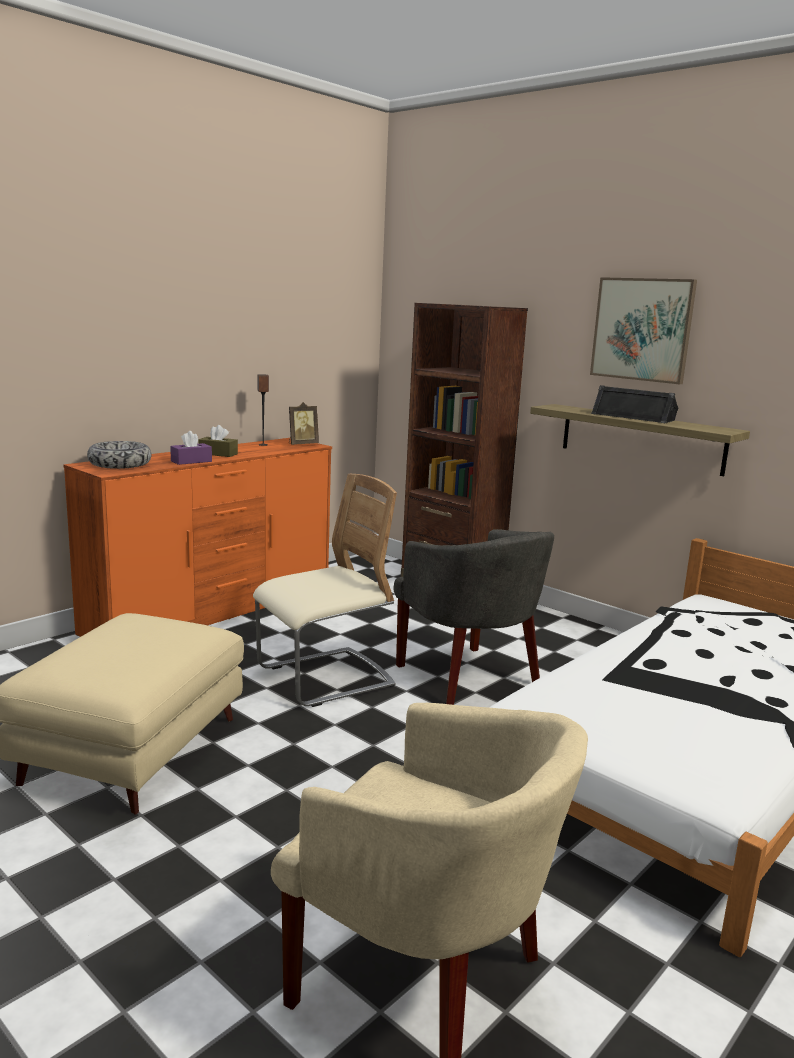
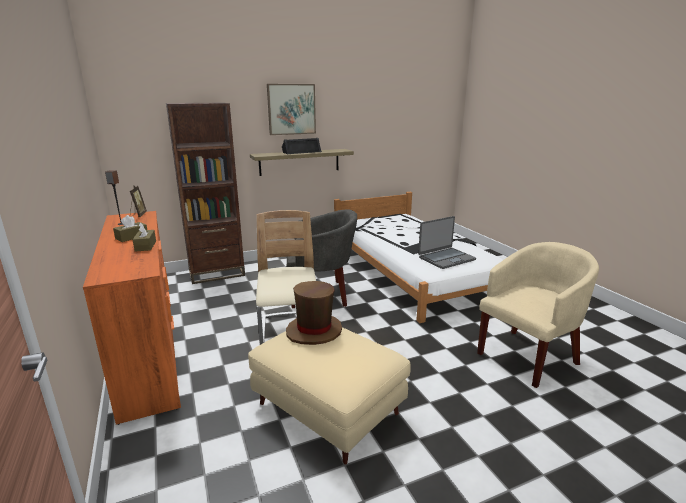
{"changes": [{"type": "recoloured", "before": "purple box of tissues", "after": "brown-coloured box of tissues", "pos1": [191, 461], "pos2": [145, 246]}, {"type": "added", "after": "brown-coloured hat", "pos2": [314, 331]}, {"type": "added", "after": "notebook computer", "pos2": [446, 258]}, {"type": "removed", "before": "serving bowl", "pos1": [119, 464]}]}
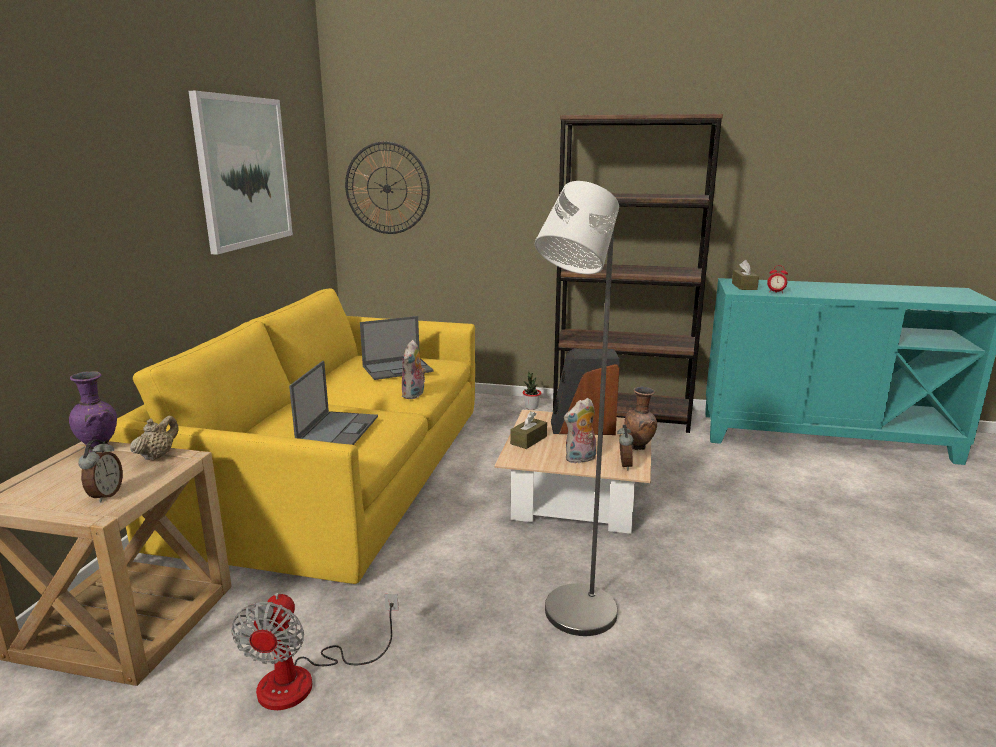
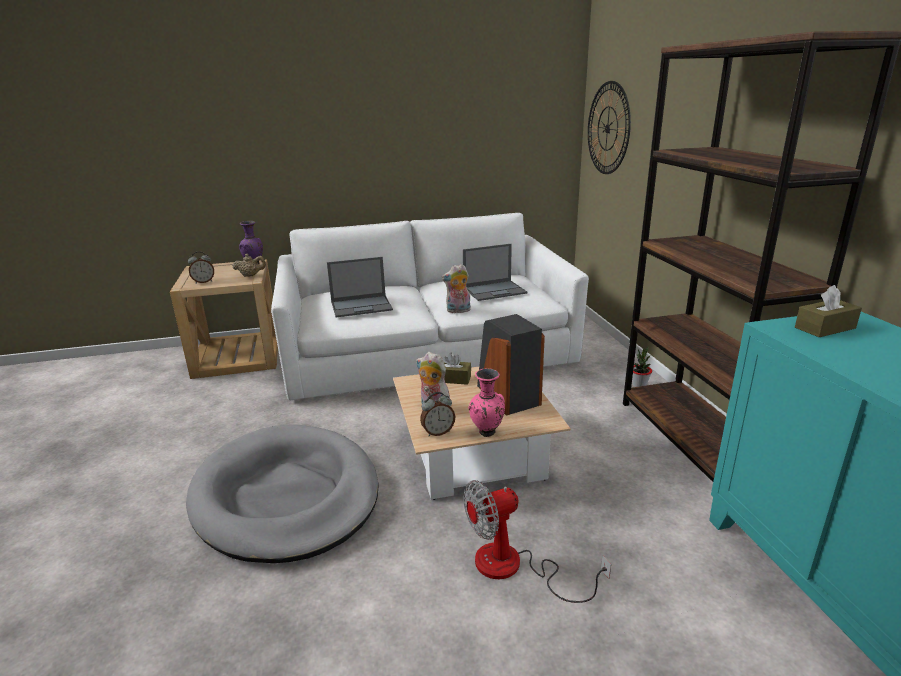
{"changes": [{"type": "replaced", "before": "grey standard lamp", "after": "grey pet bed", "pos1": [573, 619], "pos2": [287, 496]}, {"type": "recoloured", "before": "yellow settee", "after": "whitish settee", "pos1": [338, 471], "pos2": [426, 349]}, {"type": "turned", "before": "notebook computer", "pos1": [398, 369], "pos2": [495, 290], "turn": -60}, {"type": "moved", "before": "cooling fan", "pos1": [305, 679], "pos2": [514, 568]}, {"type": "recoloured", "before": "brown-coloured flower vase", "after": "pinkish flower vase", "pos1": [639, 448], "pos2": [487, 433]}, {"type": "removed", "before": "picture", "pos1": [244, 172]}, {"type": "removed", "before": "table clock", "pos1": [776, 292]}]}
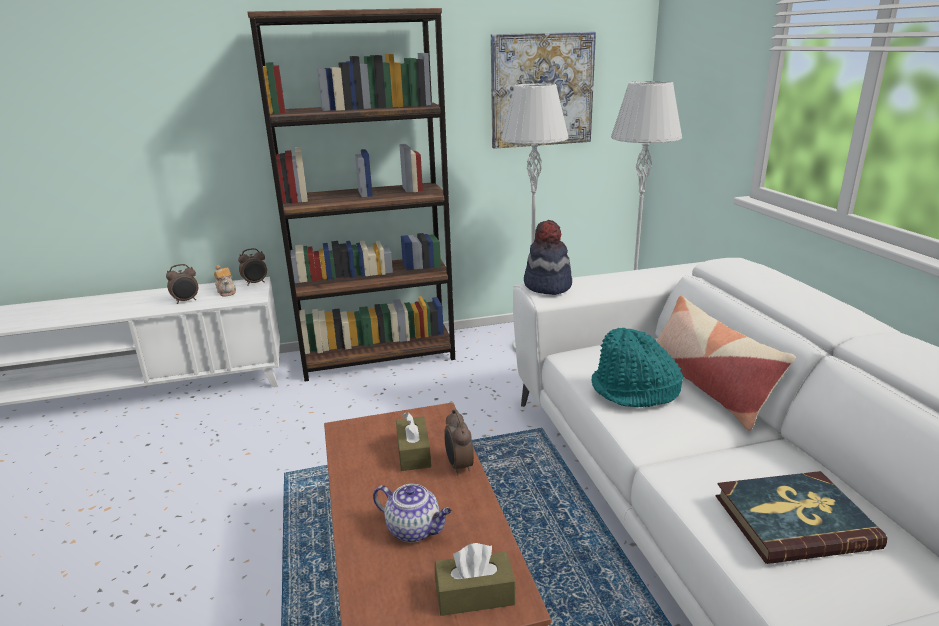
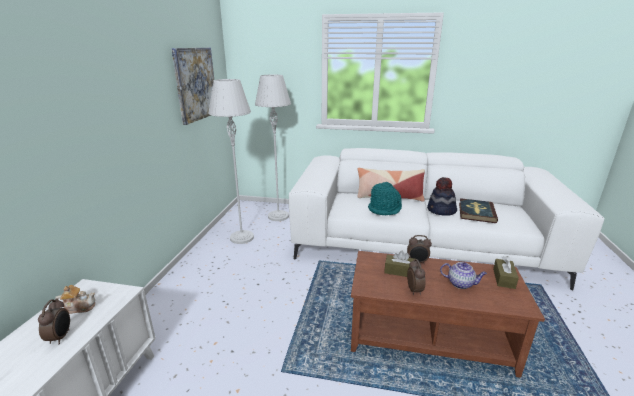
{"changes": [{"type": "moved", "before": "table clock", "pos1": [255, 283], "pos2": [414, 290]}, {"type": "moved", "before": "hat", "pos1": [547, 286], "pos2": [441, 211]}, {"type": "turned", "before": "teapot", "pos1": [415, 529], "pos2": [461, 283], "turn": 60}, {"type": "removed", "before": "brown-coloured shelving unit", "pos1": [378, 356]}]}
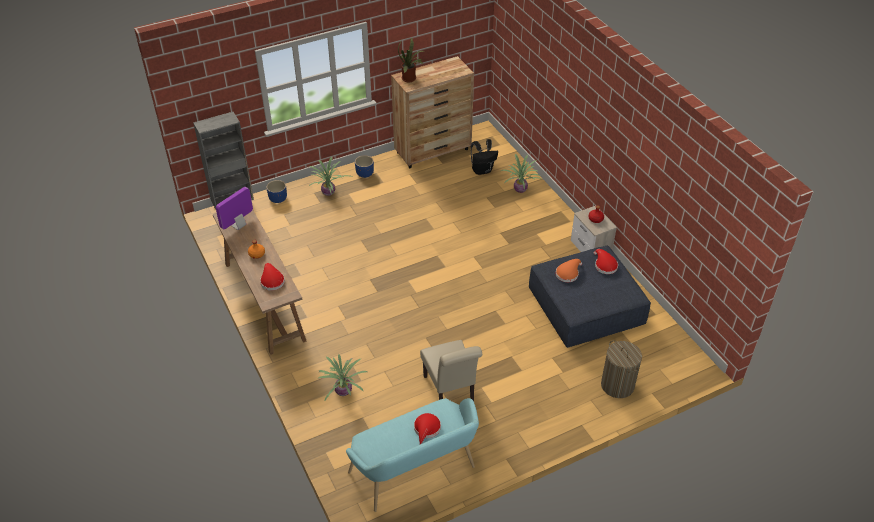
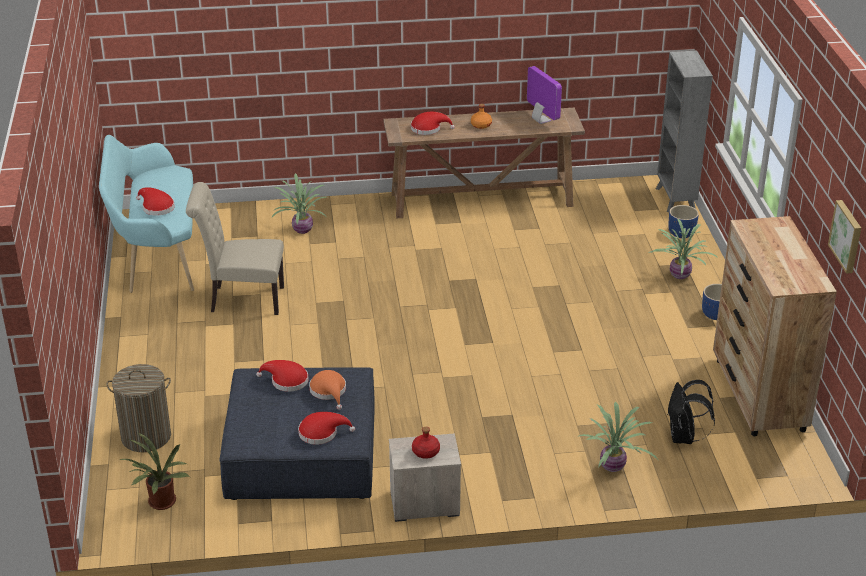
{"changes": [{"type": "moved", "before": "potted plant", "pos1": [410, 79], "pos2": [160, 503]}, {"type": "added", "after": "reddish hat", "pos2": [286, 381]}, {"type": "added", "after": "picture", "pos2": [847, 236]}]}
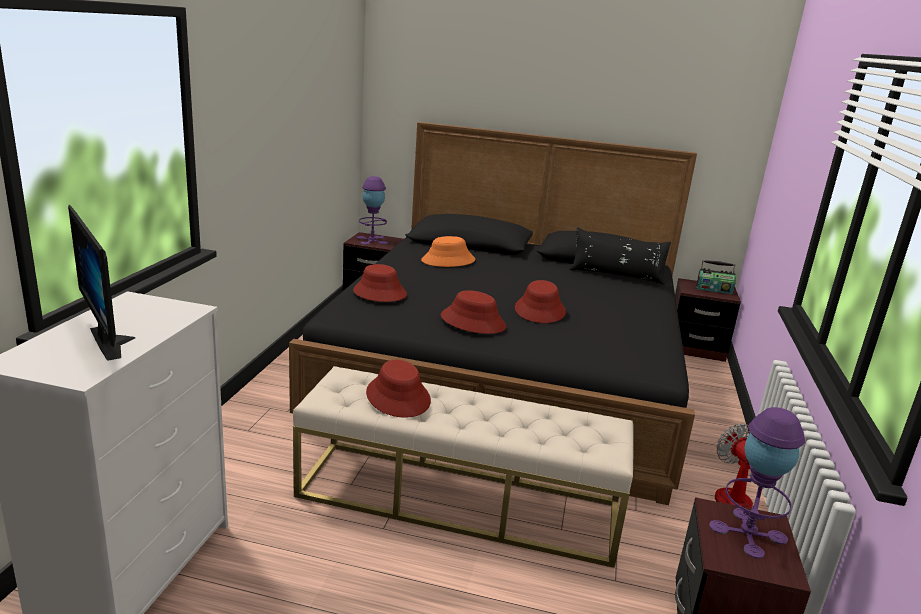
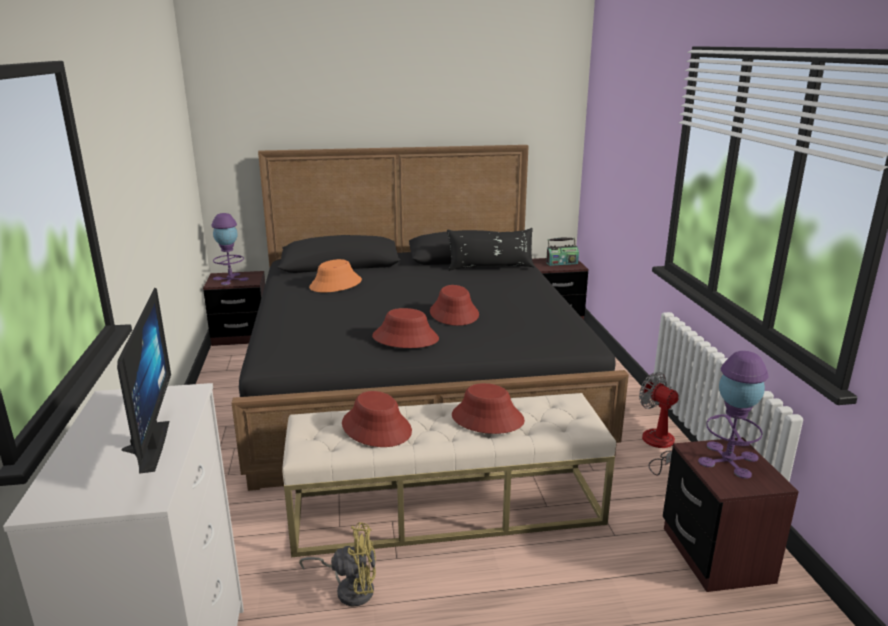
{"changes": [{"type": "turned", "before": "monitor", "pos1": [116, 340], "pos2": [143, 447], "turn": -135}, {"type": "added", "after": "yellow cooling fan", "pos2": [350, 588]}, {"type": "moved", "before": "reddish hat", "pos1": [379, 293], "pos2": [487, 418]}]}
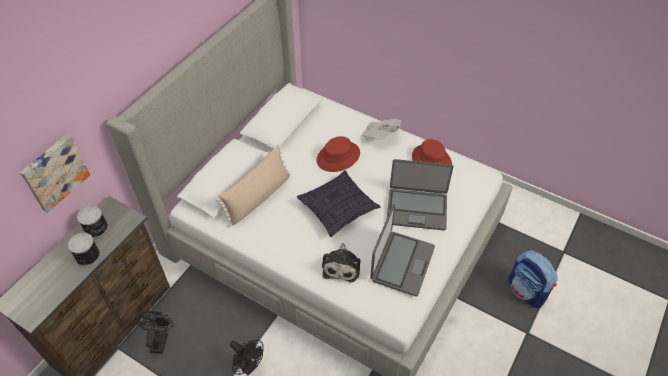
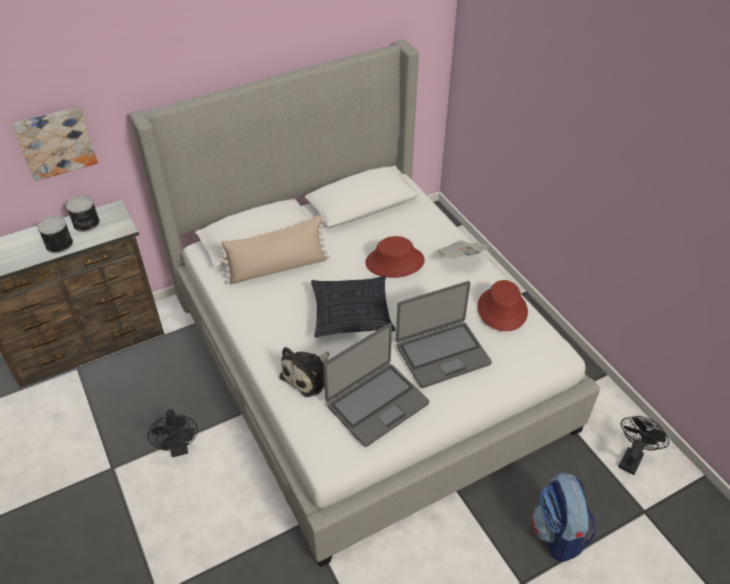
{"changes": [{"type": "turned", "before": "notebook computer", "pos1": [416, 209], "pos2": [442, 354], "turn": -60}, {"type": "moved", "before": "black cooling fan", "pos1": [159, 339], "pos2": [631, 457]}]}
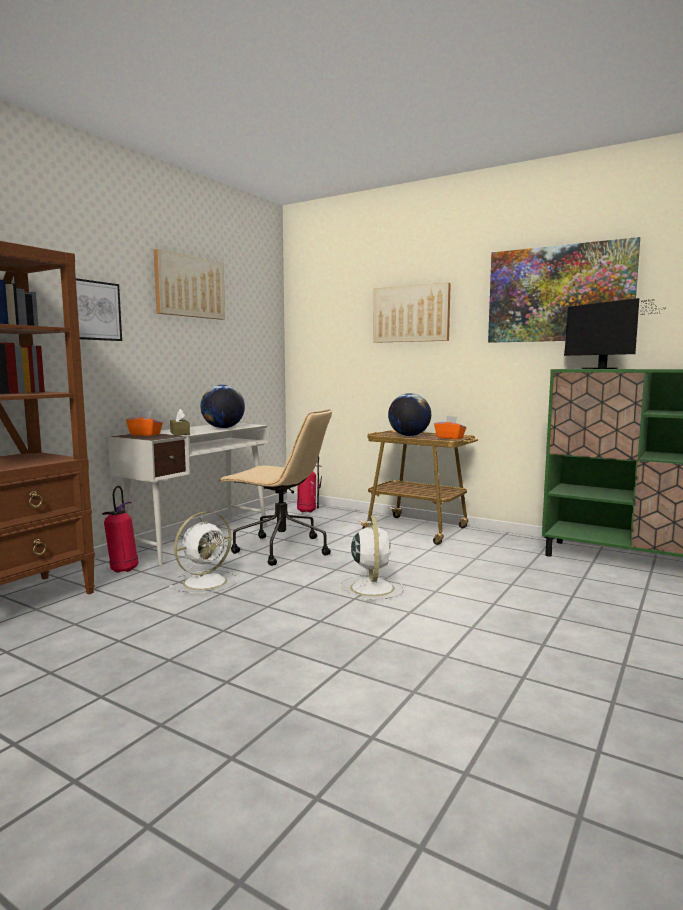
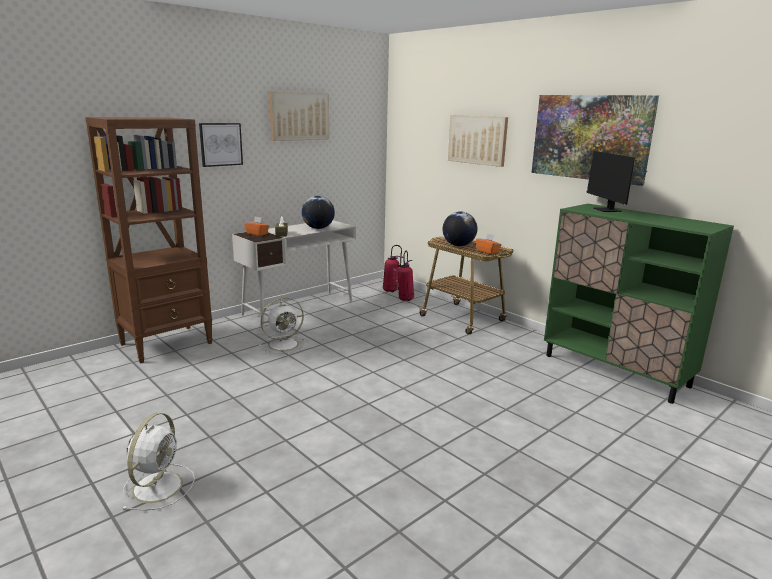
{"changes": [{"type": "moved", "before": "whitish cooling fan", "pos1": [372, 587], "pos2": [159, 485]}, {"type": "moved", "before": "fire-fighting cylinder", "pos1": [123, 570], "pos2": [405, 299]}, {"type": "removed", "before": "beige computer chair", "pos1": [280, 549]}]}
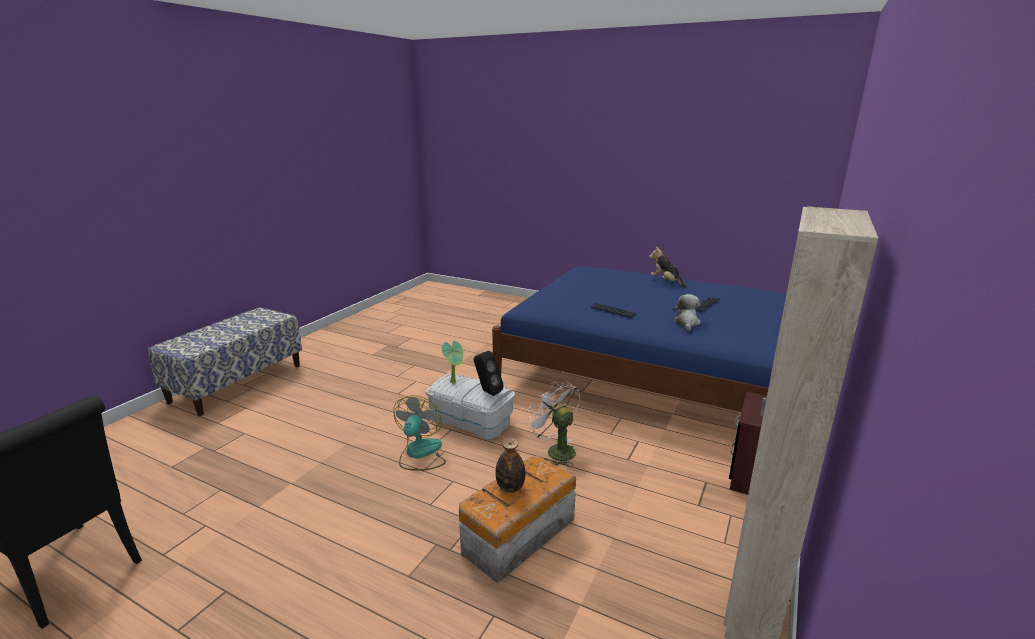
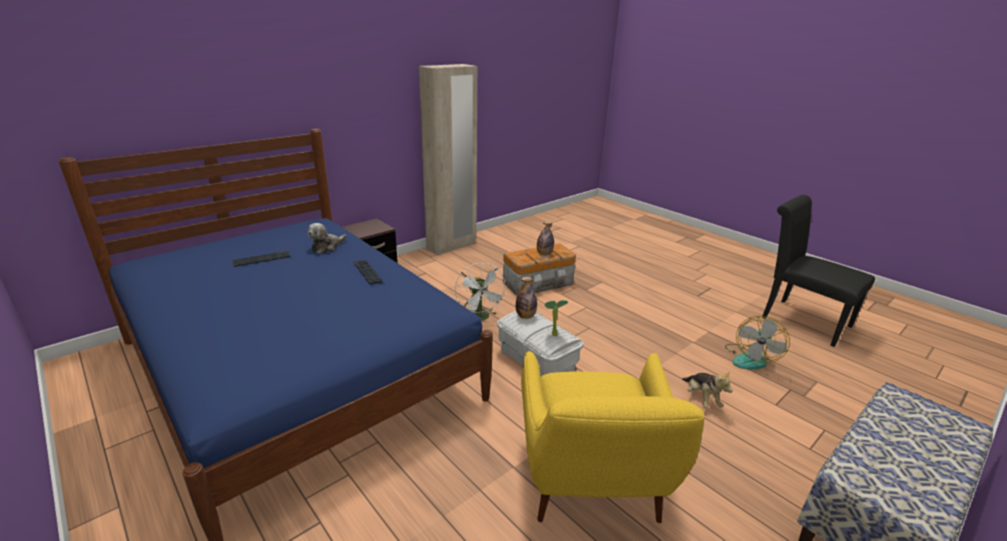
{"changes": [{"type": "replaced", "before": "black loudspeaker", "after": "bottle", "pos1": [487, 392], "pos2": [525, 316]}, {"type": "added", "after": "yellow armchair", "pos2": [591, 482]}, {"type": "moved", "before": "soft toy", "pos1": [666, 282], "pos2": [701, 398]}, {"type": "moved", "before": "cooling fan", "pos1": [420, 454], "pos2": [750, 358]}]}
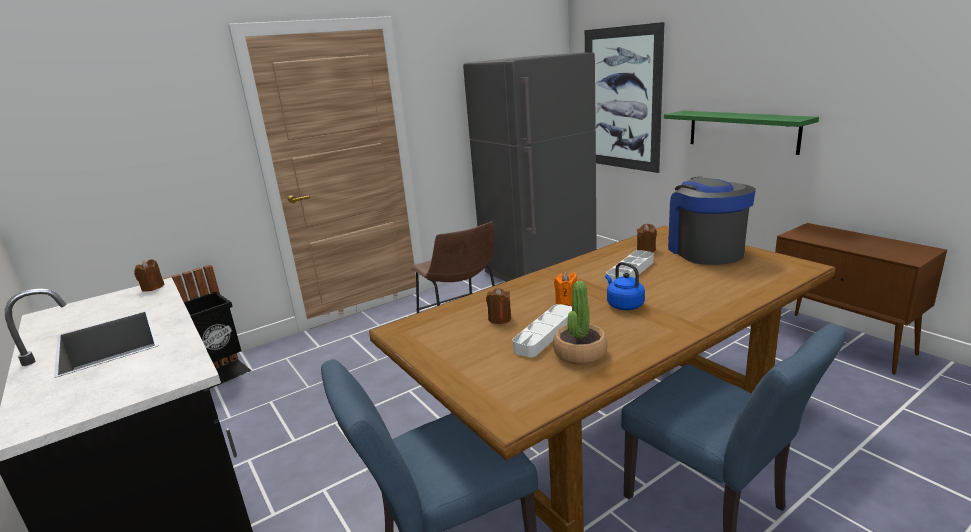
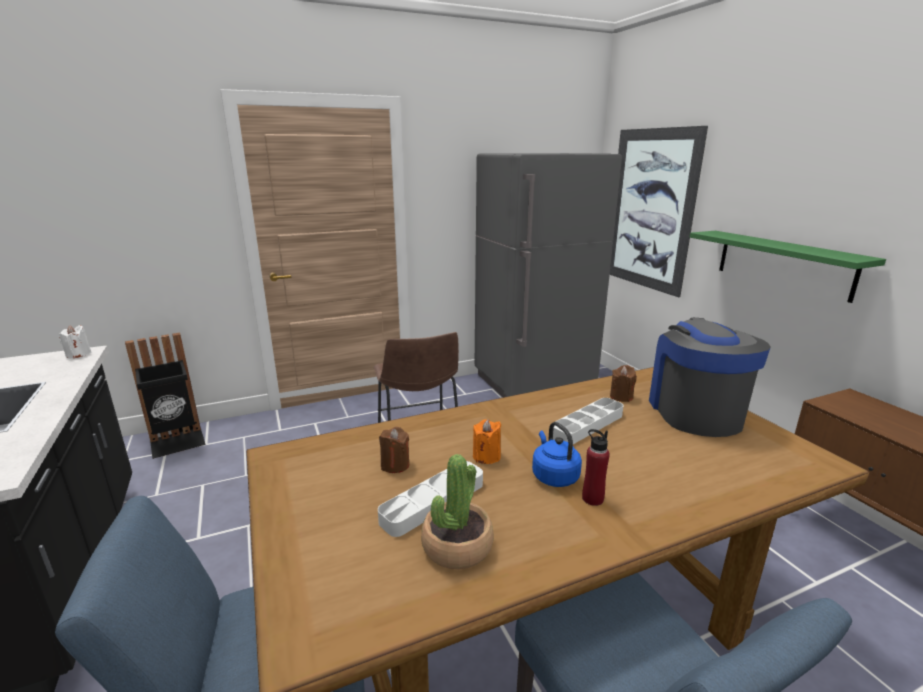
{"changes": [{"type": "recoloured", "before": "brown-coloured candle", "after": "whitish candle", "pos1": [152, 287], "pos2": [78, 354]}, {"type": "added", "after": "reddish bottle", "pos2": [592, 498]}]}
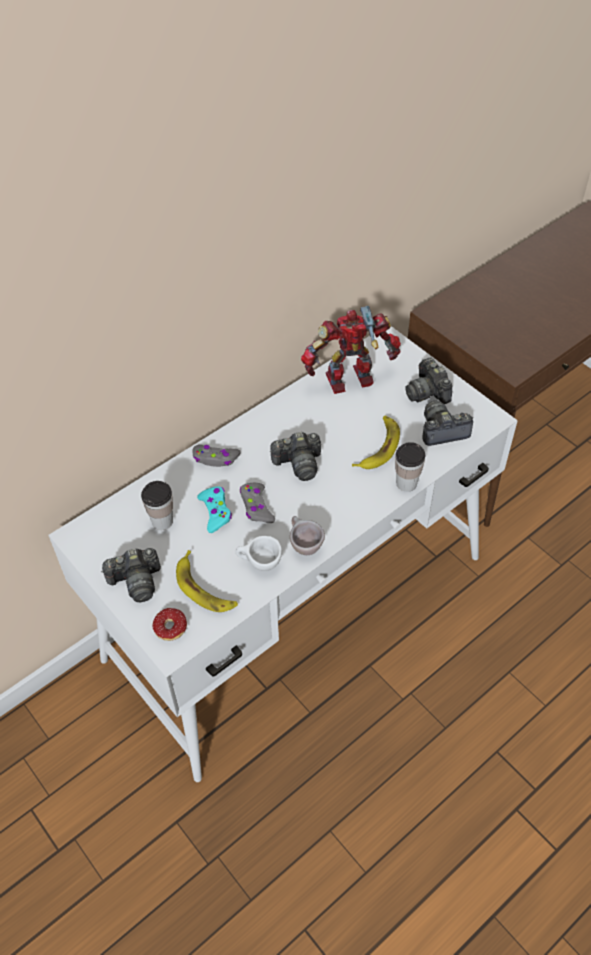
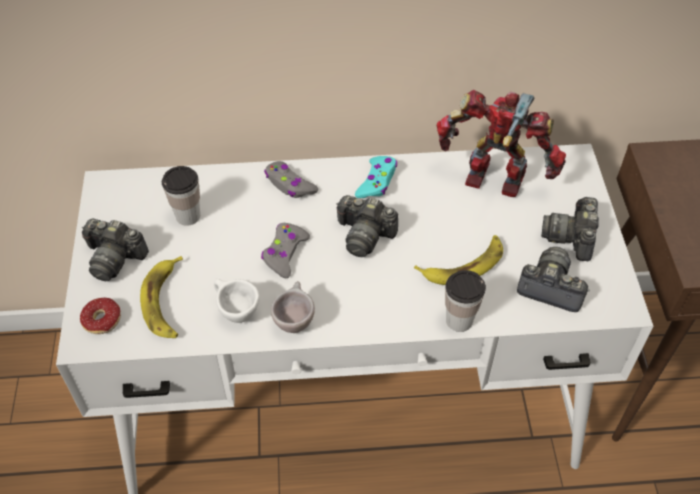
{"changes": [{"type": "moved", "before": "turquoise-coloured gamepad", "pos1": [215, 512], "pos2": [377, 182]}]}
